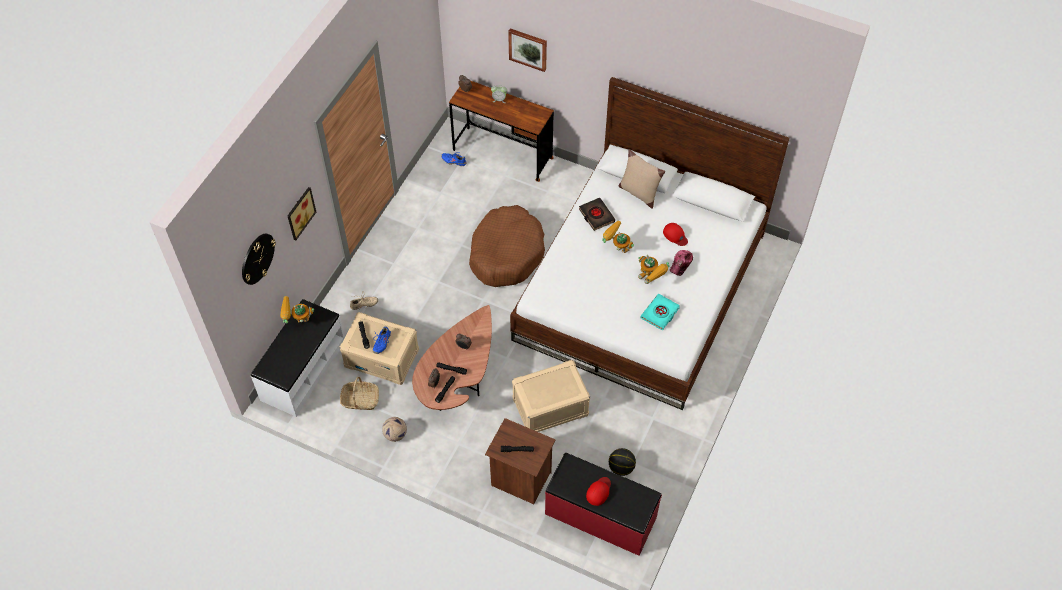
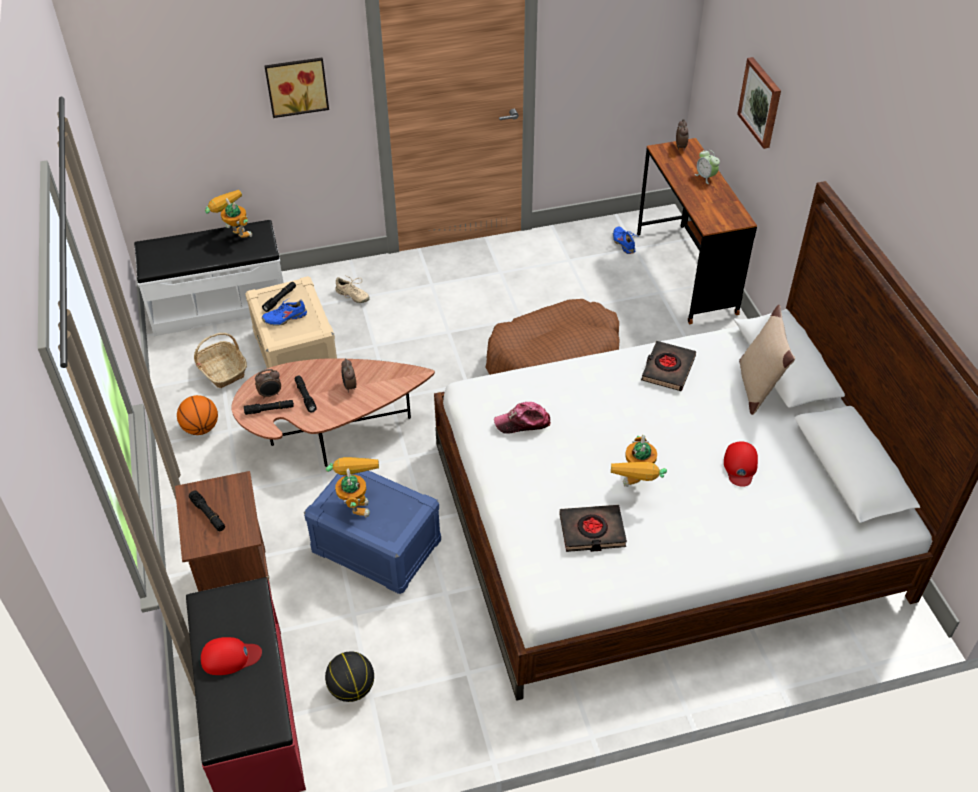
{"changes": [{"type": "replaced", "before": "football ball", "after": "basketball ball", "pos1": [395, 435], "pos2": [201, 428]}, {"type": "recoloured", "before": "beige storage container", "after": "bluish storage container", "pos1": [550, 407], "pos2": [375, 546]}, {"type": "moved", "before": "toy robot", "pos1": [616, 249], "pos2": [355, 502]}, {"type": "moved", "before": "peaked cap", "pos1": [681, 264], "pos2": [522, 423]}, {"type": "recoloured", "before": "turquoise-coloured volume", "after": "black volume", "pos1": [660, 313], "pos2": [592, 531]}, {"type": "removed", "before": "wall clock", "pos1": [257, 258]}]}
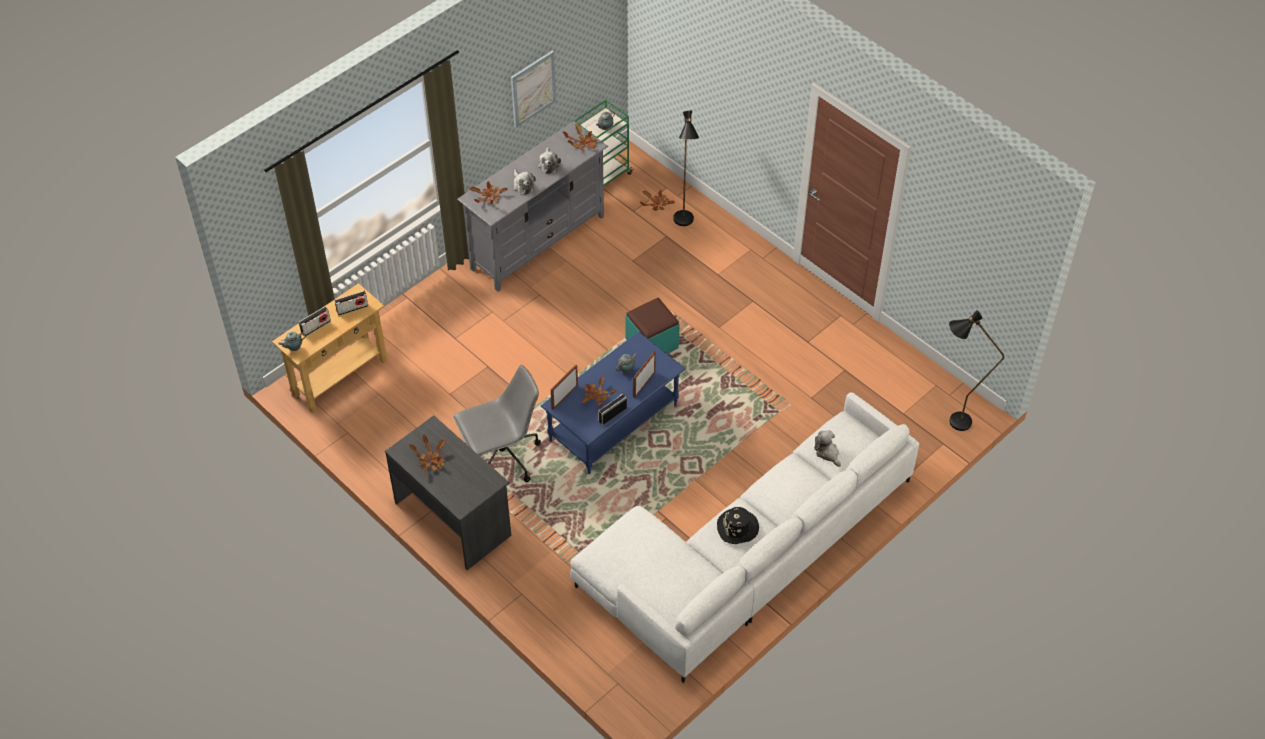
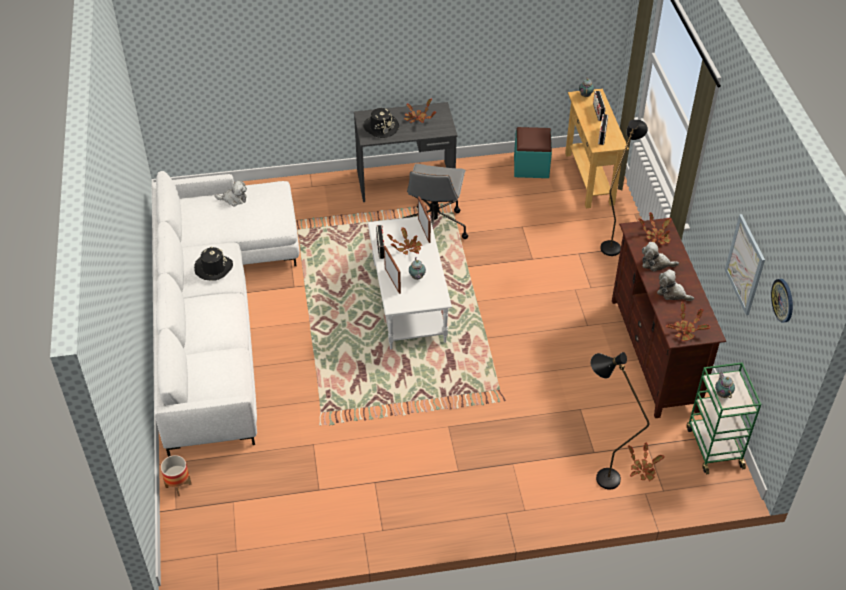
{"changes": [{"type": "added", "after": "plant pot", "pos2": [178, 485]}, {"type": "moved", "before": "soft toy", "pos1": [827, 453], "pos2": [234, 199]}, {"type": "added", "after": "black hat", "pos2": [381, 127]}, {"type": "recoloured", "before": "bluish lounge table", "after": "whitish lounge table", "pos1": [614, 423], "pos2": [408, 302]}, {"type": "moved", "before": "turquoise-coloured pouffe", "pos1": [652, 343], "pos2": [531, 166]}, {"type": "moved", "before": "black standard lamp", "pos1": [952, 423], "pos2": [613, 244]}, {"type": "recoloured", "before": "grey media console", "after": "brown-coloured media console", "pos1": [537, 242], "pos2": [654, 354]}, {"type": "added", "after": "wall clock", "pos2": [783, 300]}]}
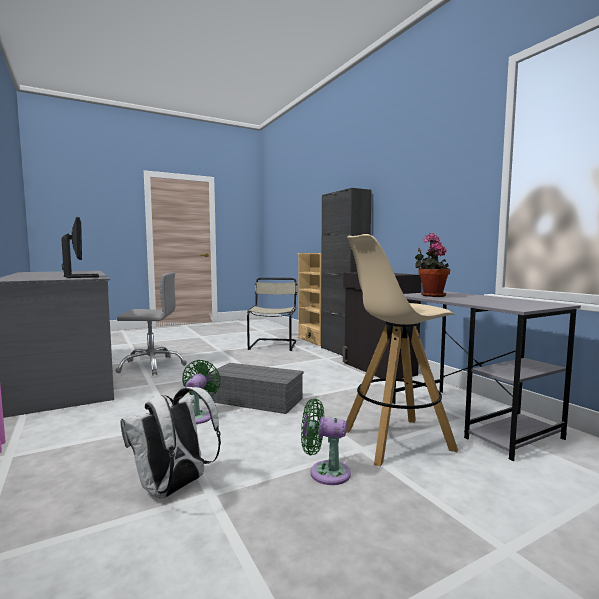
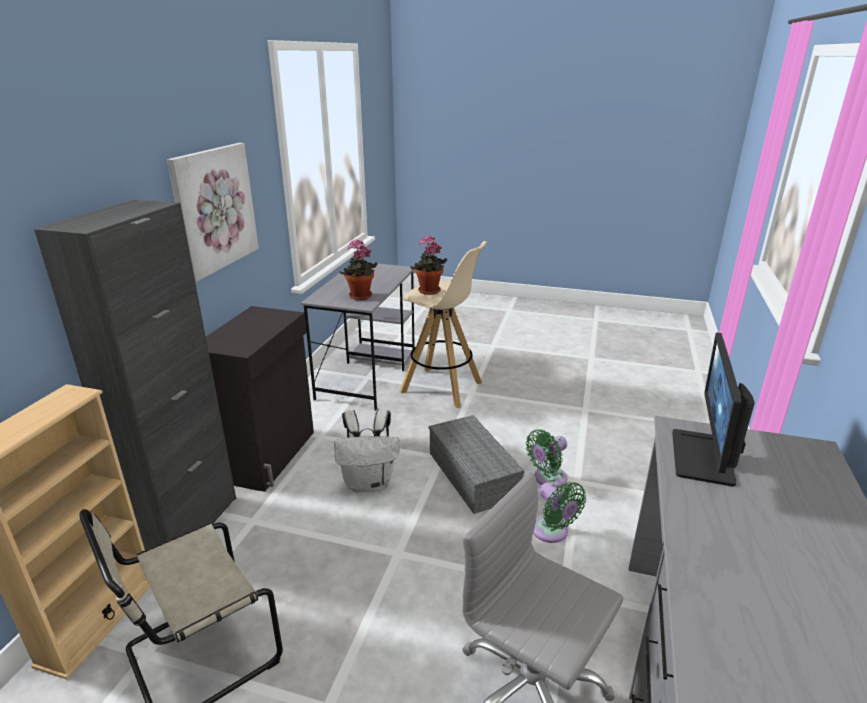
{"changes": [{"type": "added", "after": "picture", "pos2": [214, 209]}, {"type": "moved", "before": "whitish rucksack", "pos1": [173, 489], "pos2": [369, 483]}, {"type": "added", "after": "potted plant", "pos2": [429, 292]}, {"type": "moved", "before": "green cooling fan", "pos1": [325, 472], "pos2": [552, 532]}]}
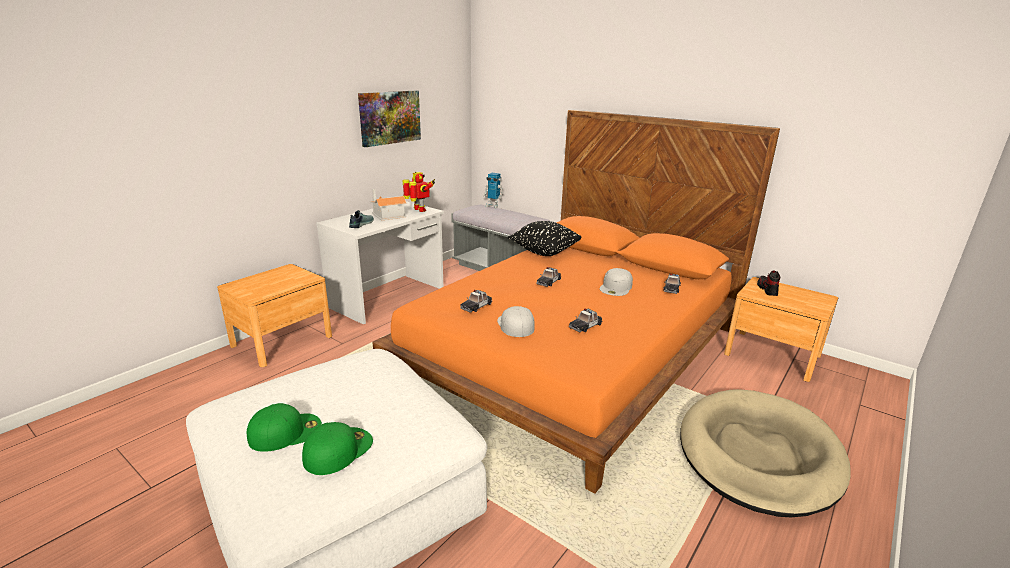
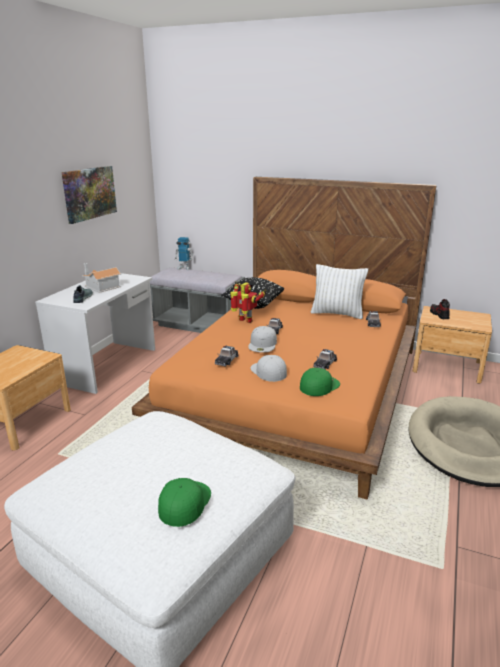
{"changes": [{"type": "moved", "before": "toy robot", "pos1": [419, 210], "pos2": [245, 321]}, {"type": "moved", "before": "whitish peaked cap", "pos1": [616, 287], "pos2": [263, 344]}, {"type": "moved", "before": "green peaked cap", "pos1": [286, 431], "pos2": [319, 385]}, {"type": "added", "after": "whitish throw pillow", "pos2": [337, 314]}]}
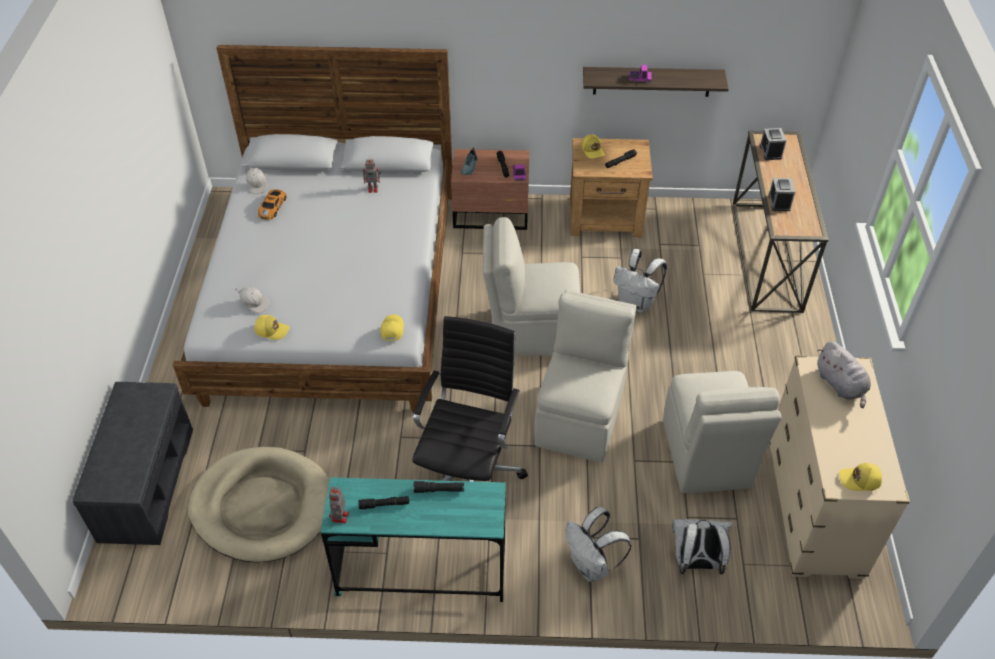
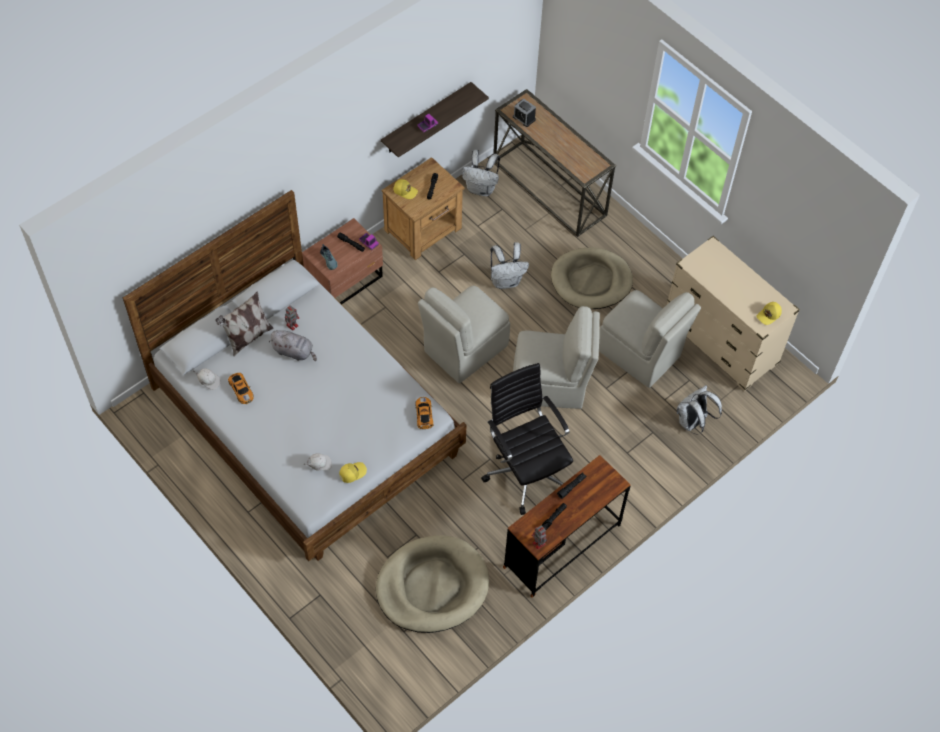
{"changes": [{"type": "added", "after": "throw pillow", "pos2": [247, 337]}, {"type": "moved", "before": "grey soft toy", "pos1": [841, 385], "pos2": [294, 352]}, {"type": "replaced", "before": "yellow peaked cap", "after": "toy car", "pos1": [391, 330], "pos2": [424, 415]}, {"type": "moved", "before": "whitish rucksack", "pos1": [592, 566], "pos2": [481, 189]}, {"type": "recoloured", "before": "turquoise-coloured desk", "after": "brown-coloured desk", "pos1": [421, 572], "pos2": [562, 546]}, {"type": "turned", "before": "beige plain chair", "pos1": [580, 417], "pos2": [551, 385], "turn": 120}, {"type": "added", "after": "beige pet bed", "pos2": [591, 281]}, {"type": "removed", "before": "grey bench", "pos1": [145, 483]}, {"type": "removed", "before": "table clock", "pos1": [779, 202]}]}
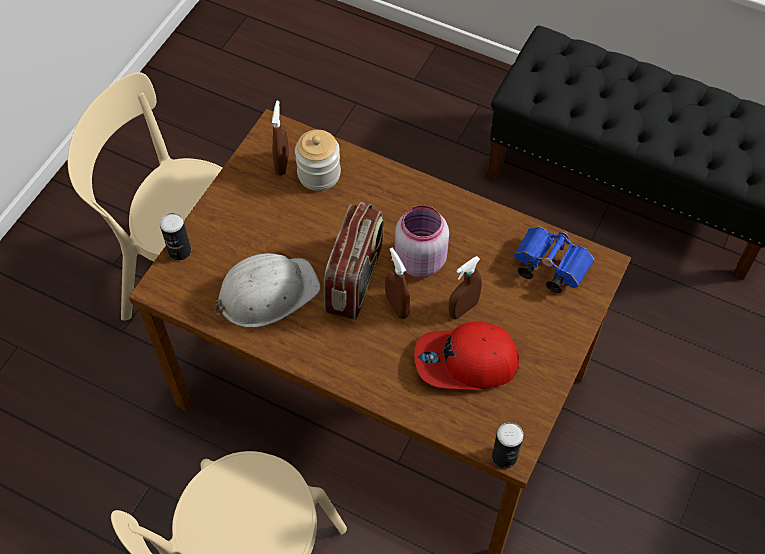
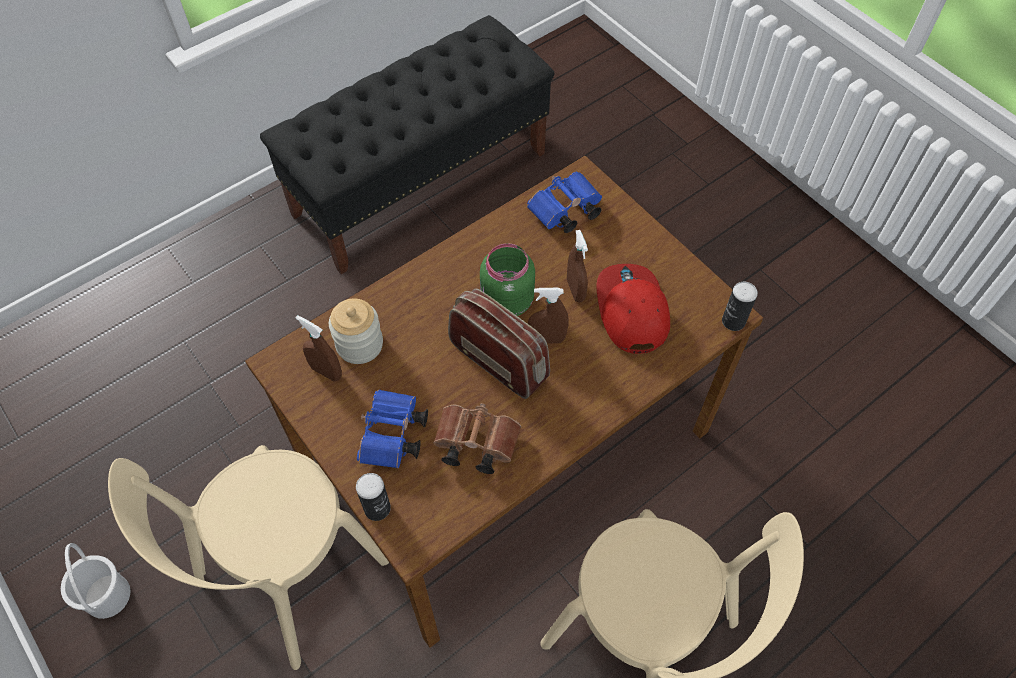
{"changes": [{"type": "added", "after": "whitish water bucket", "pos2": [106, 596]}, {"type": "added", "after": "bluish pair of binoculars", "pos2": [393, 437]}, {"type": "replaced", "before": "whitish safety helmet", "after": "brown-coloured pair of binoculars", "pos1": [266, 293], "pos2": [474, 443]}, {"type": "recoloured", "before": "pinkish jar", "after": "green jar", "pos1": [419, 259], "pos2": [505, 302]}, {"type": "turned", "before": "reddish peaked cap", "pos1": [466, 362], "pos2": [630, 311], "turn": 150}]}
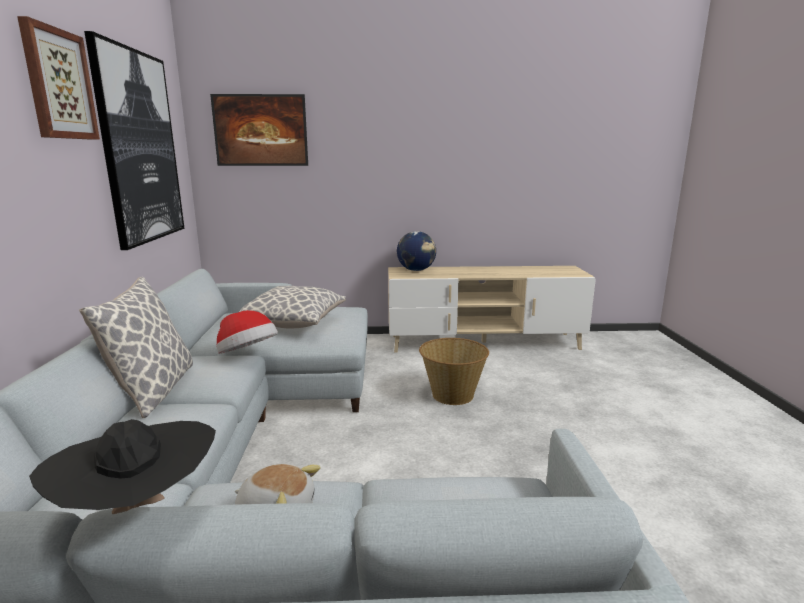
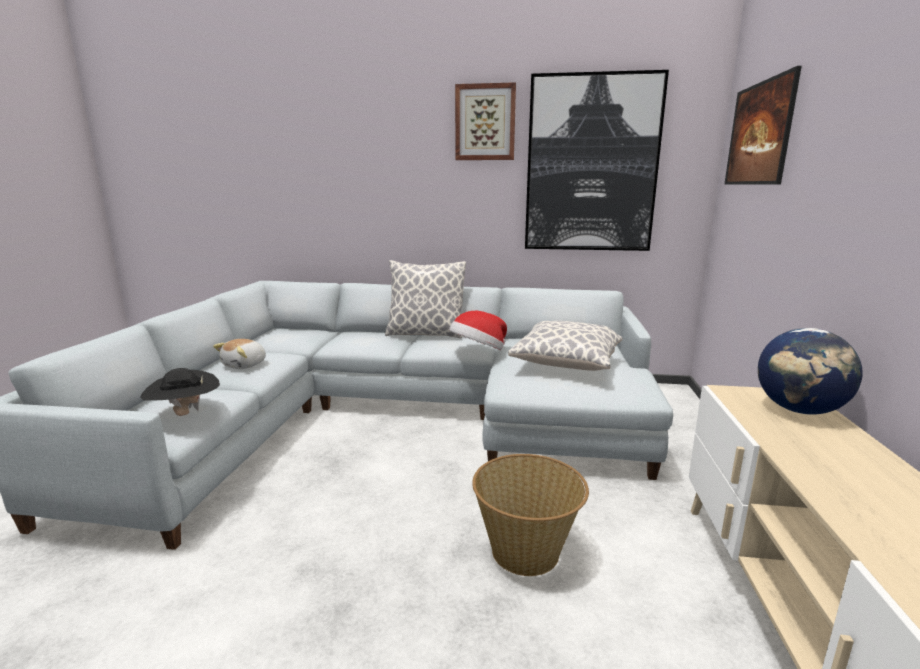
{"changes": [{"type": "moved", "before": "black hat", "pos1": [139, 509], "pos2": [185, 414]}]}
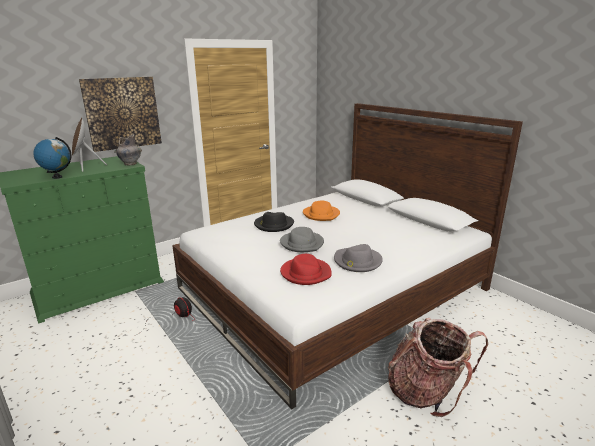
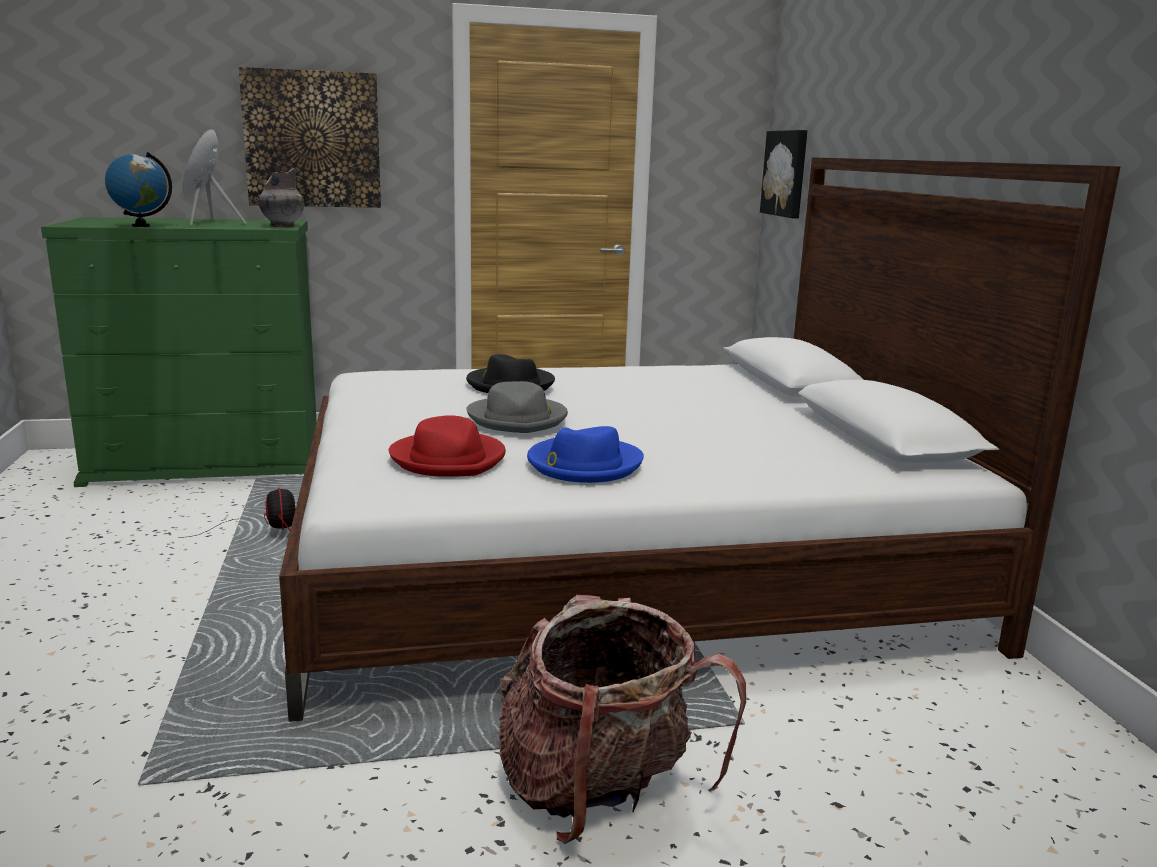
{"changes": [{"type": "recoloured", "before": "grey hat", "after": "bluish hat", "pos1": [357, 262], "pos2": [583, 464]}, {"type": "added", "after": "picture", "pos2": [786, 173]}, {"type": "removed", "before": "orange-coloured hat", "pos1": [321, 214]}]}
